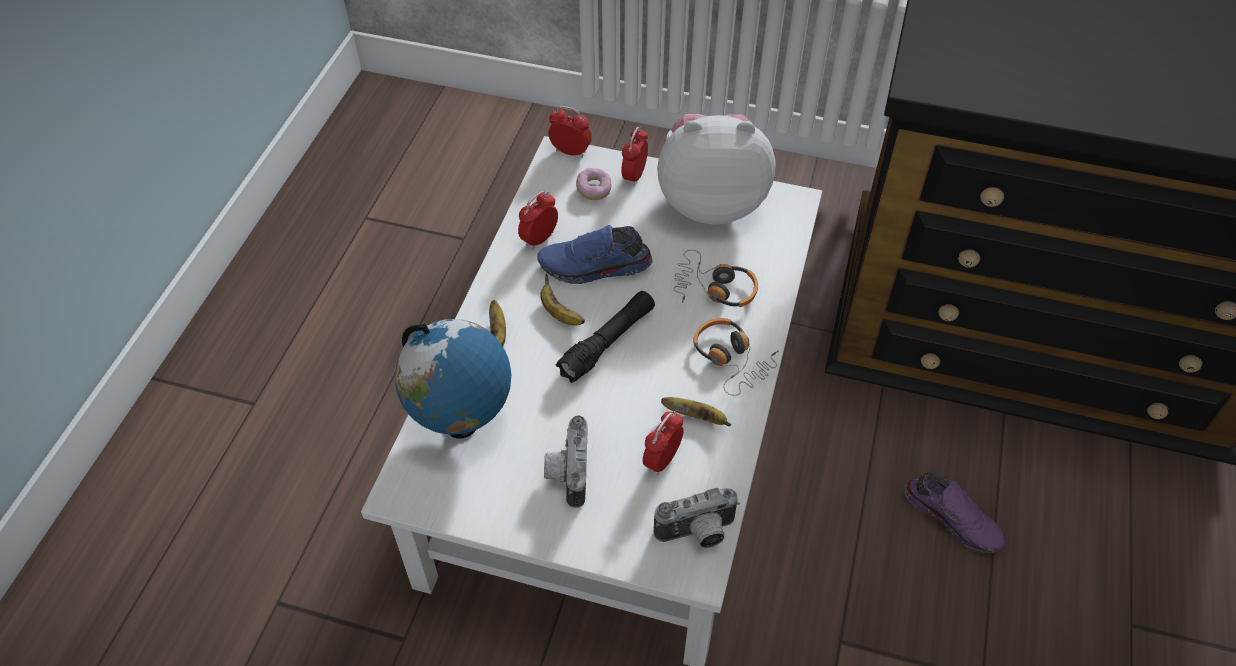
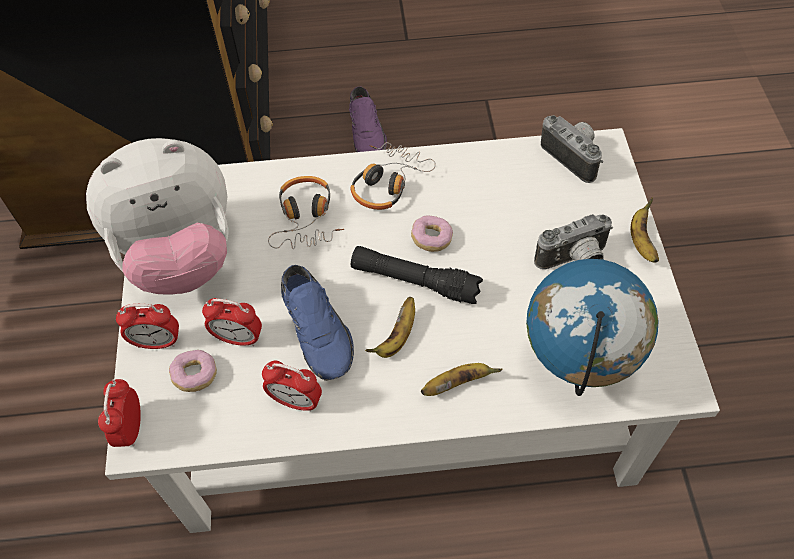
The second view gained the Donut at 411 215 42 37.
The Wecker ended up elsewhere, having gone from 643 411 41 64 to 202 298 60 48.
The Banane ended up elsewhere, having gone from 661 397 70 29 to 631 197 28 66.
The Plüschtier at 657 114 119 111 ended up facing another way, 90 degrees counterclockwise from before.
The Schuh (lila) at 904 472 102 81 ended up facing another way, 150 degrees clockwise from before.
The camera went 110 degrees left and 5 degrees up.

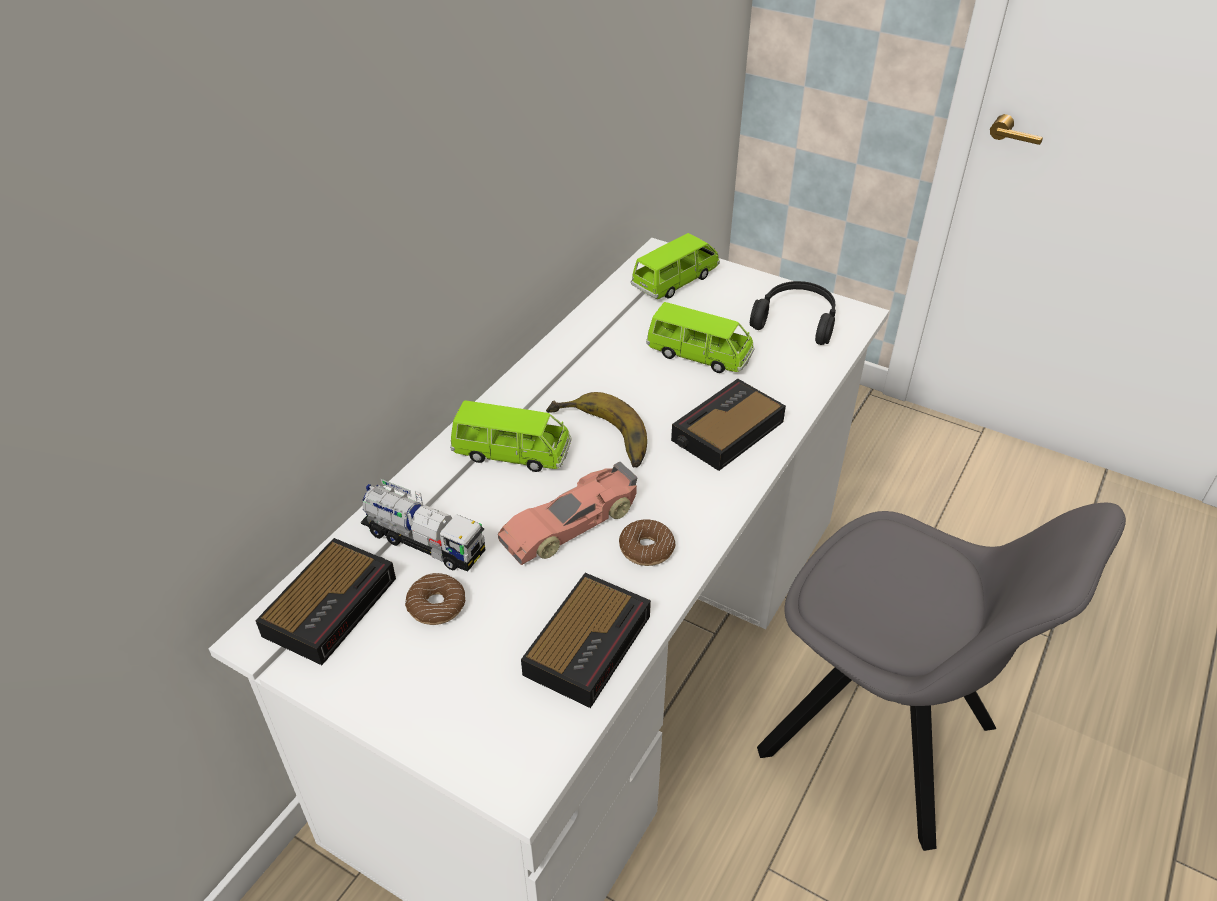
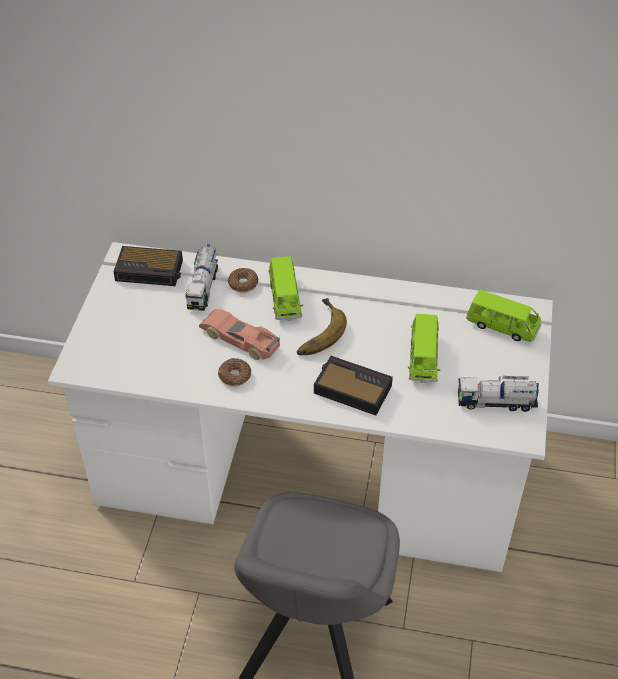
The second view lost the Wecker at 521 573 130 135.
The Donut ended up elsewhere, having gone from 405 573 60 52 to 228 268 31 25.
Where the Kopfhörer (schwarz) stood at 750 281 86 64, the Spielzeuglaster came to stand at 458 376 81 36.
The camera went 70 degrees right and 5 degrees up.

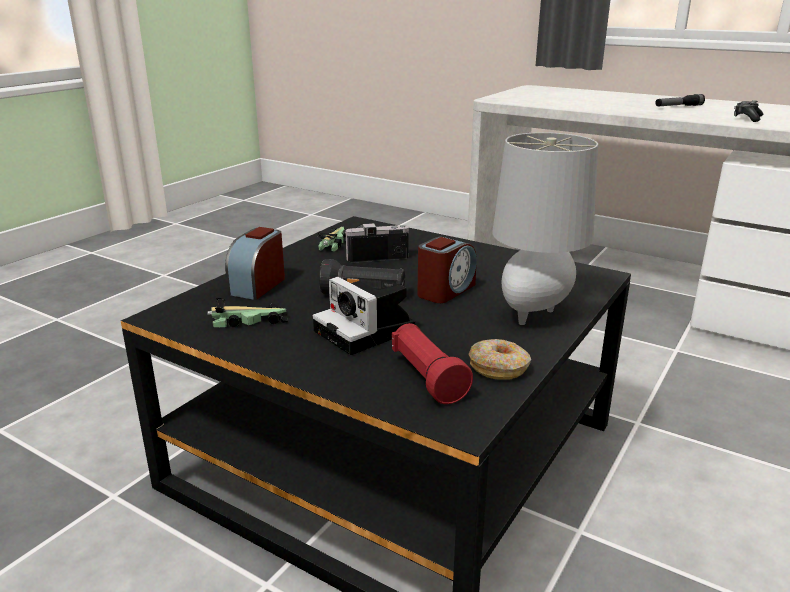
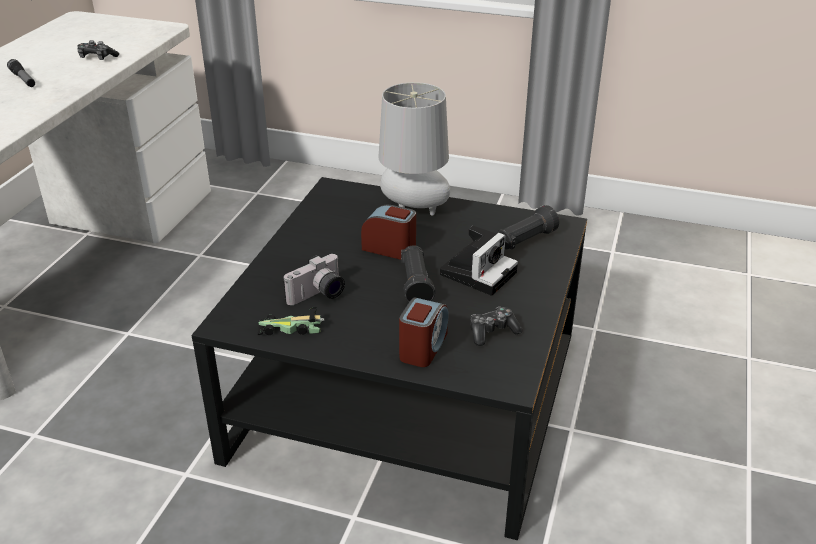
The second view lost the Donut at 468 339 63 41.
Where the Spielzeugauto stood at 207 298 81 29, the Gamepad came to stand at 470 307 53 39.
What was the Taschenlampe (rot) at 392 323 81 81 turned into the Taschenlampe (schwarz) at 497 205 62 45.
The Wecker at 225 227 60 73 ended up facing another way, 75 degrees counterclockwise from before.
The Kamera at 344 223 65 40 ended up facing another way, 105 degrees counterclockwise from before.
The camera went 105 degrees left and 10 degrees up.

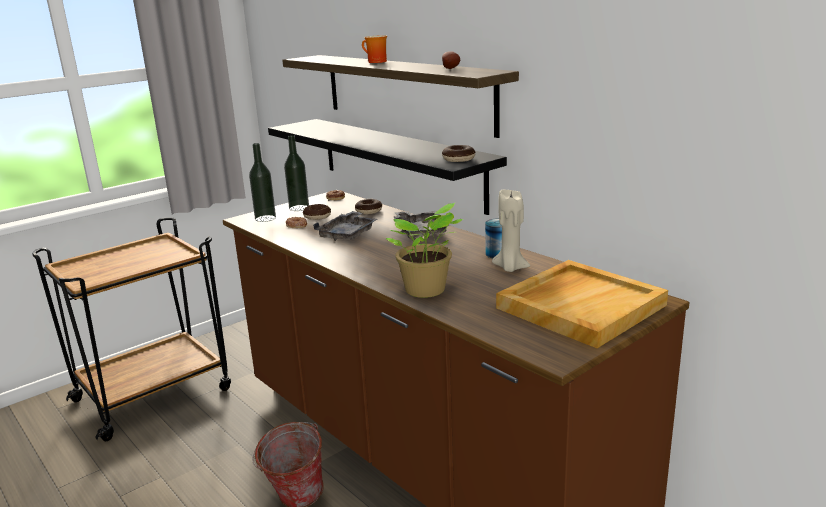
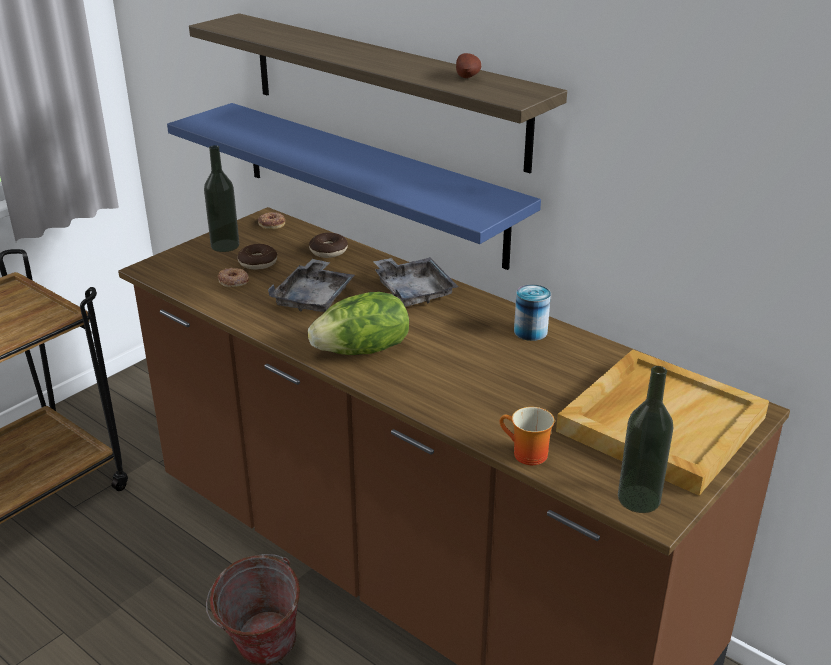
The second view lost the Topfpflanze at 385 202 78 96.
The second view lost the Donut at 442 145 33 17.
The second view lost the Kerze (beige) at 492 189 38 83.
The second view gained the Salatkopf at 308 292 101 63.
The Flasche ended up elsewhere, having gone from 249 143 27 79 to 618 366 55 147.
The Henkelbecher ended up elsewhere, having gone from 362 35 25 28 to 500 407 55 58.
What was the Wandregal (schwarz) at 268 119 239 96 turned into the Wandregal (blau) at 167 103 374 167.
The camera went 10 degrees left and 10 degrees up.

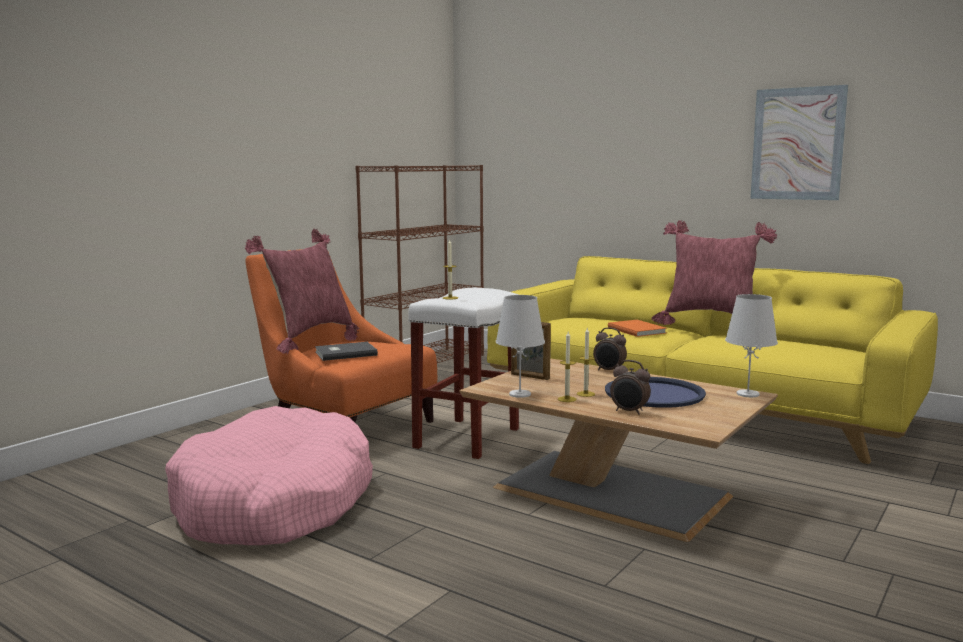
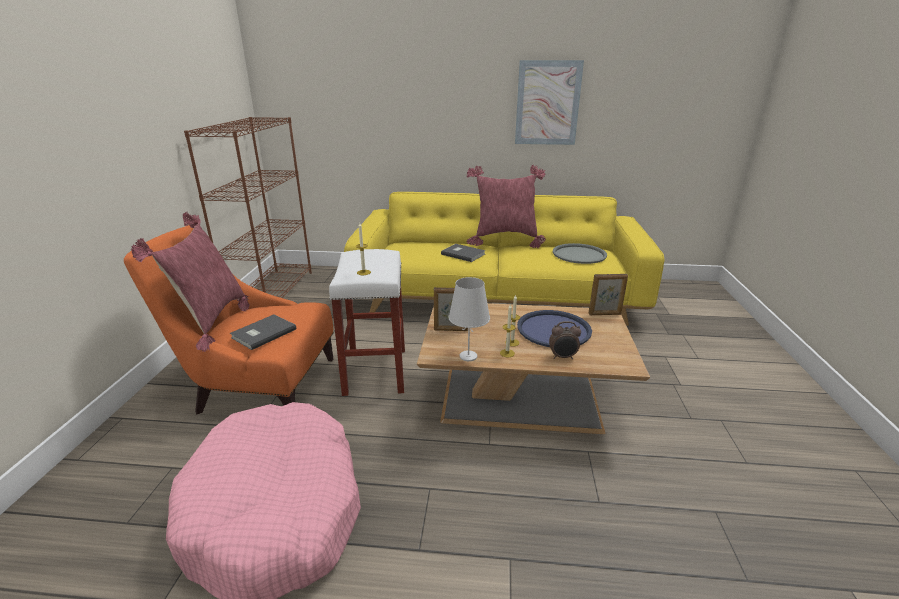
The second view lost the Wecker at 593 327 34 43.
The second view gained the Tablett (grau) at 553 243 54 21.
Where the Tischlampe (weiß) stood at 725 294 53 103, the Bilderrahmen came to stand at 588 274 40 41.
What was the Buch (orange) at 608 320 59 17 turned into the Buch (grau) at 441 244 45 18.
The camera went 30 degrees left and 15 degrees up.

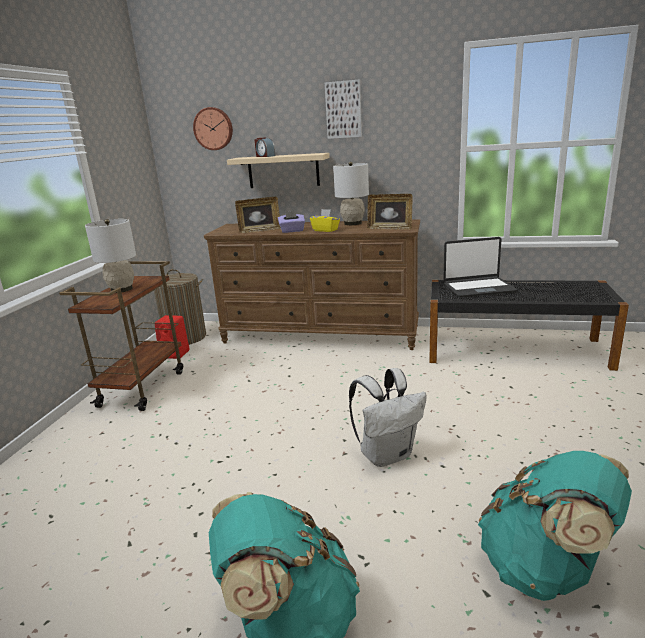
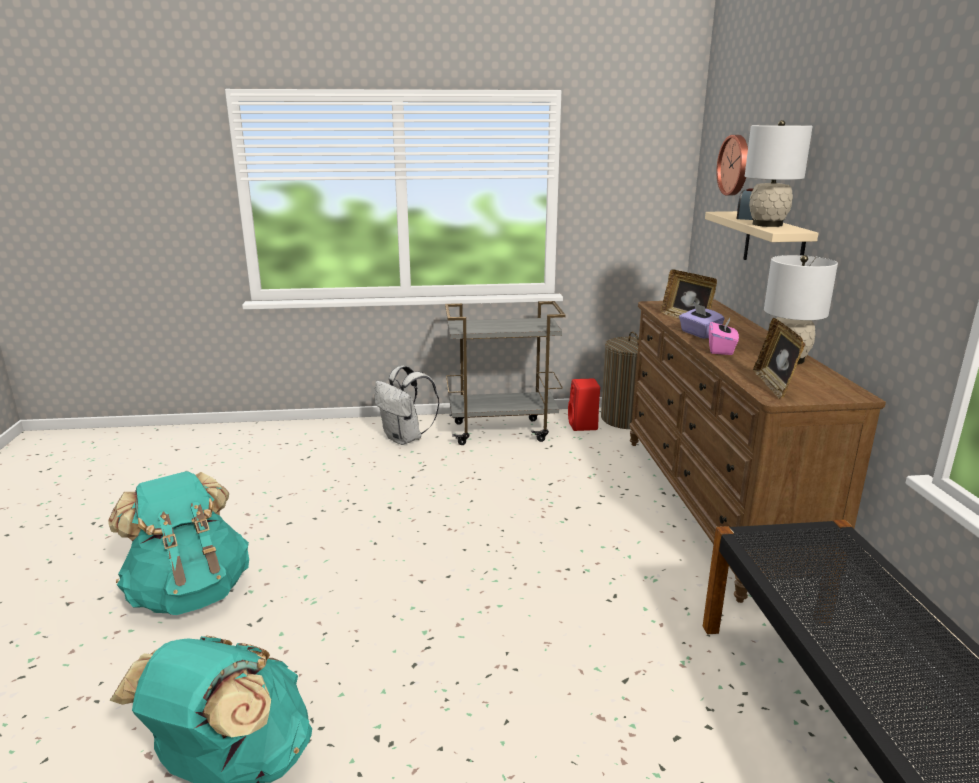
The second view lost the Bild at 325 80 37 59.
The second view lost the Laptop at 443 237 74 61.
The Tischlampe (weiß) ended up elsewhere, having gone from 85 219 51 74 to 745 120 68 107.
The Rucksack (weiß) ended up elsewhere, having gone from 349 368 78 99 to 374 366 65 79.
What was the Rollwagen (braun) at 59 261 124 150 turned into the Rollwagen (grau) at 445 301 121 144.
What was the Taschentuchbox (gelb) at 310 209 30 23 turned into the Taschentuchbox (rosa) at 709 317 30 38.
The camera went 70 degrees right and 0 degrees up.

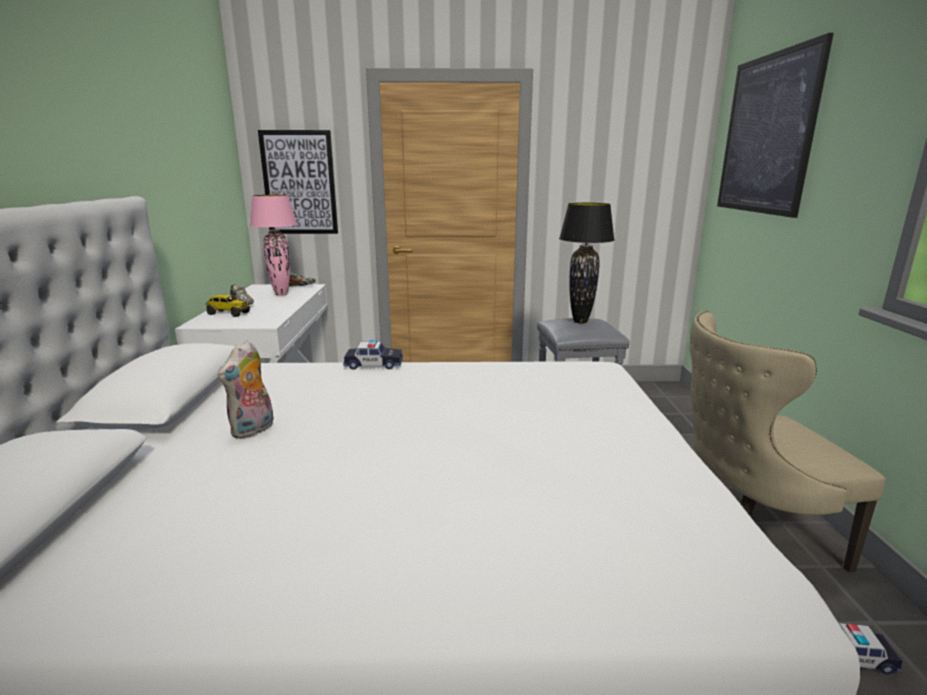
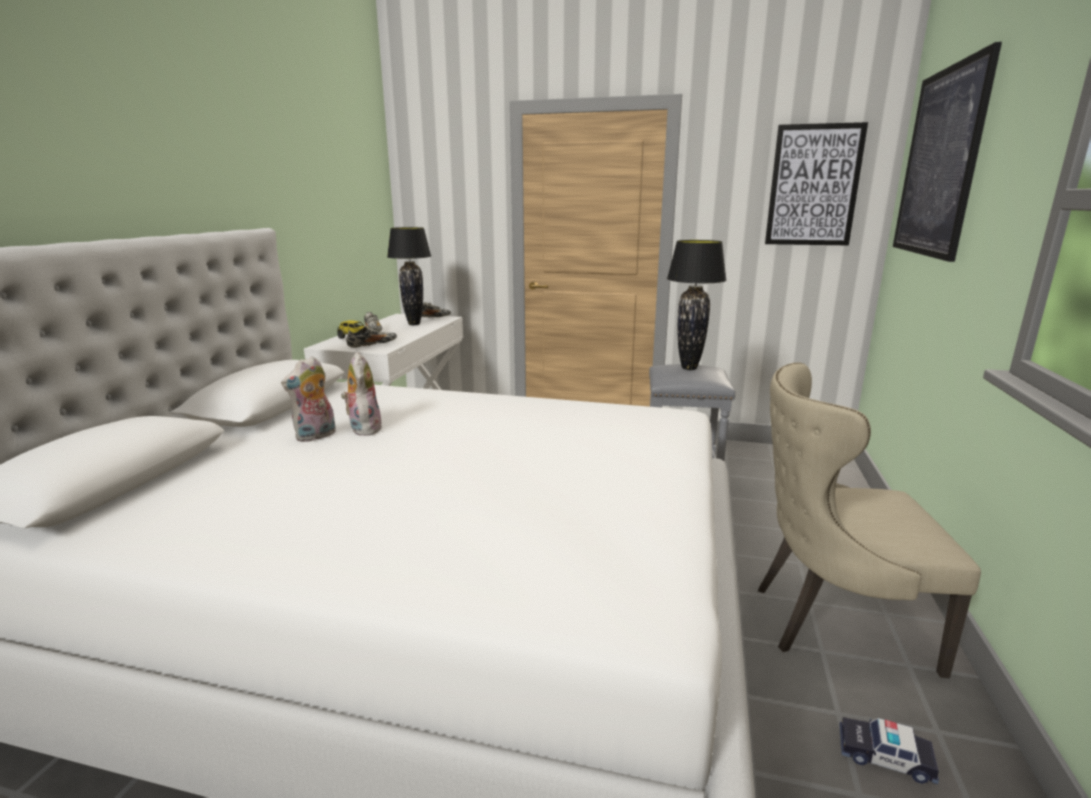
The second view lost the Spielzeugauto at 343 340 60 29.
The second view gained the Plüschtier at 341 352 41 84.
The second view gained the Schuh at 346 327 51 21.
The Bild ended up elsewhere, having gone from 258 130 80 104 to 765 122 103 124.
What was the Tischlampe (rosa) at 250 195 47 101 turned into the Tischlampe (schwarz) at 387 227 44 98.
The camera went 15 degrees right and 0 degrees up.

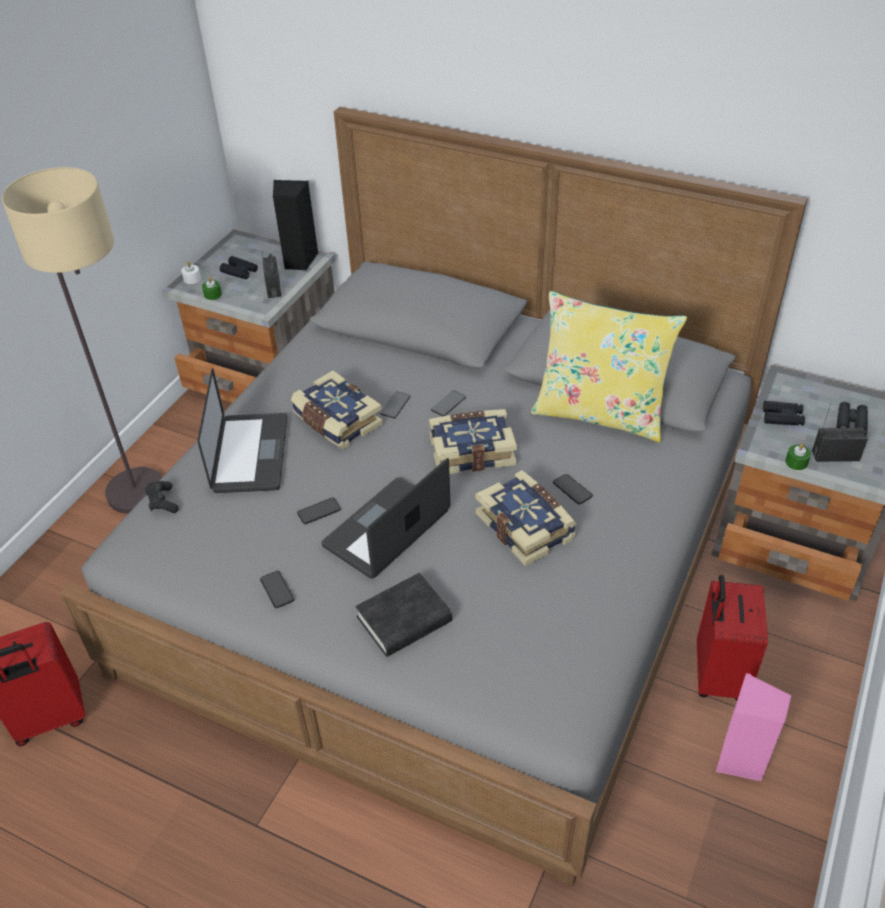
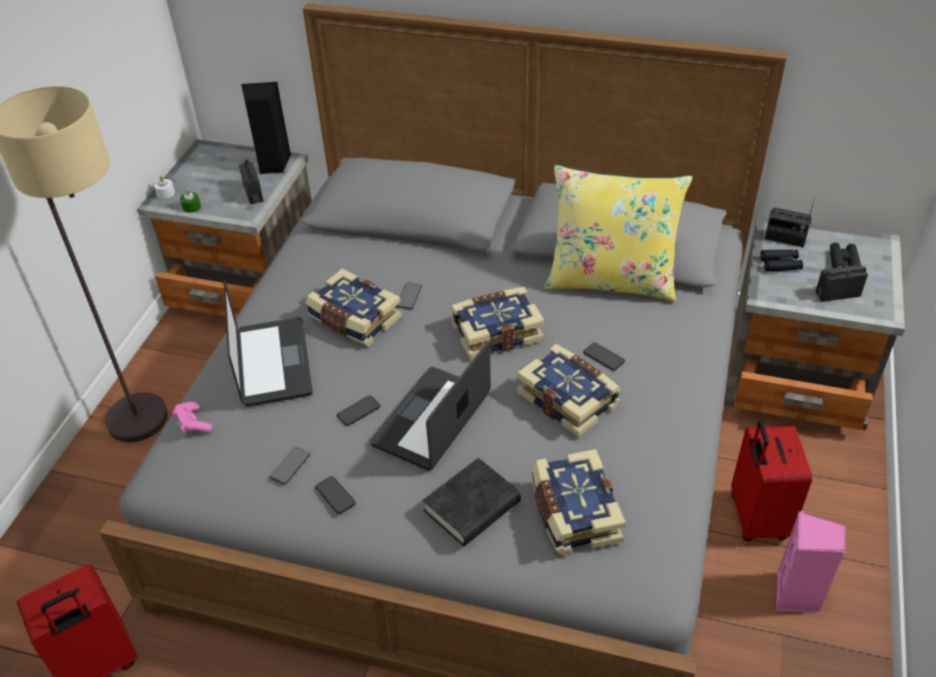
The second view lost the Fernglas (schwarz) at 220 256 38 23.
The second view lost the Kerze (grün) at 785 443 26 27.
The second view gained the Buch at 531 449 95 106.
The second view gained the Radio at 764 198 51 50.
The Handy ended up elsewhere, having gone from 431 390 35 26 to 270 447 41 38.
What was the Gamepad (schwarz) at 145 481 34 32 turned into the Gamepad (rosa) at 173 401 39 33.
The camera went 10 degrees left and 0 degrees up.

